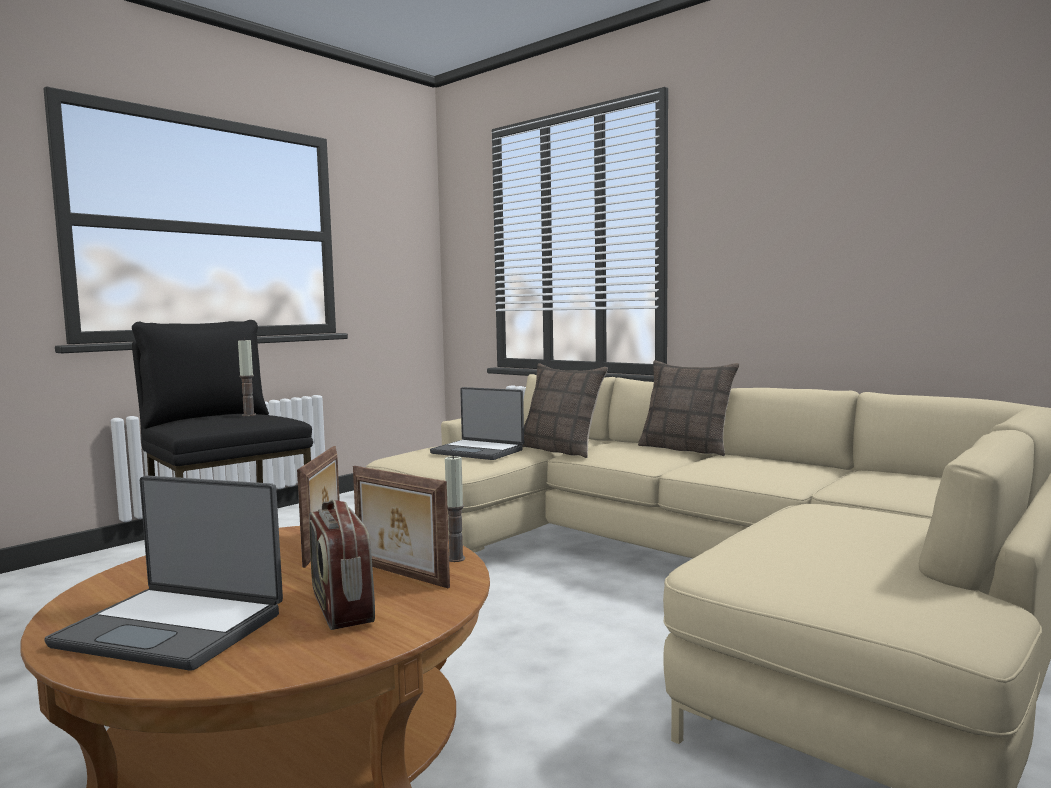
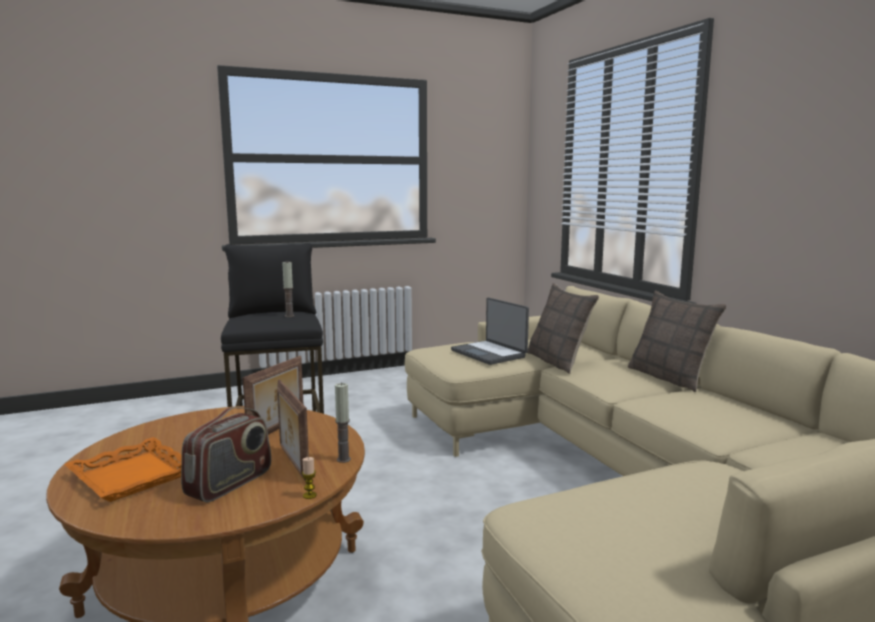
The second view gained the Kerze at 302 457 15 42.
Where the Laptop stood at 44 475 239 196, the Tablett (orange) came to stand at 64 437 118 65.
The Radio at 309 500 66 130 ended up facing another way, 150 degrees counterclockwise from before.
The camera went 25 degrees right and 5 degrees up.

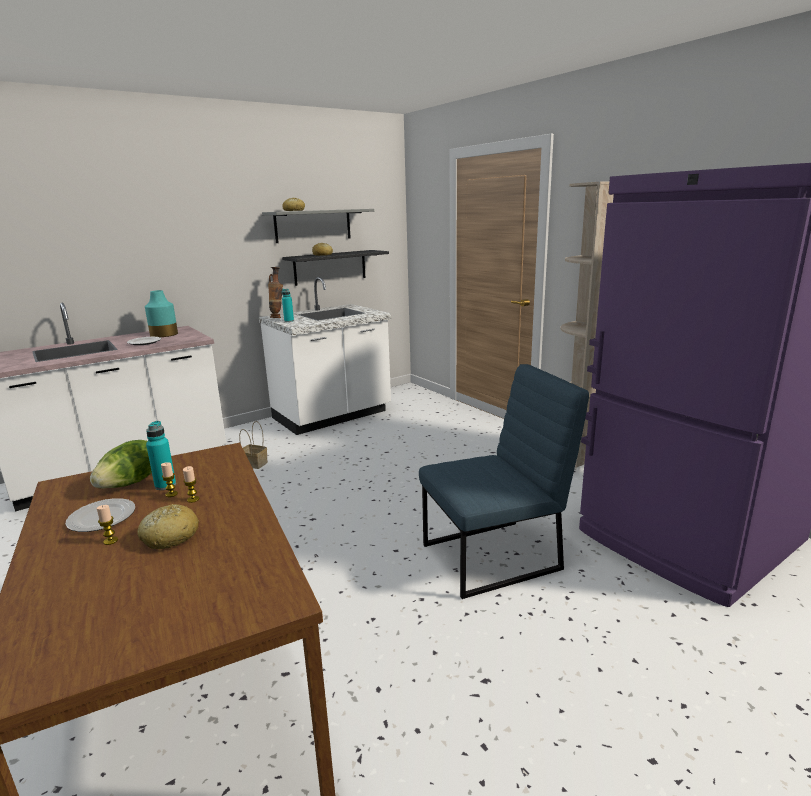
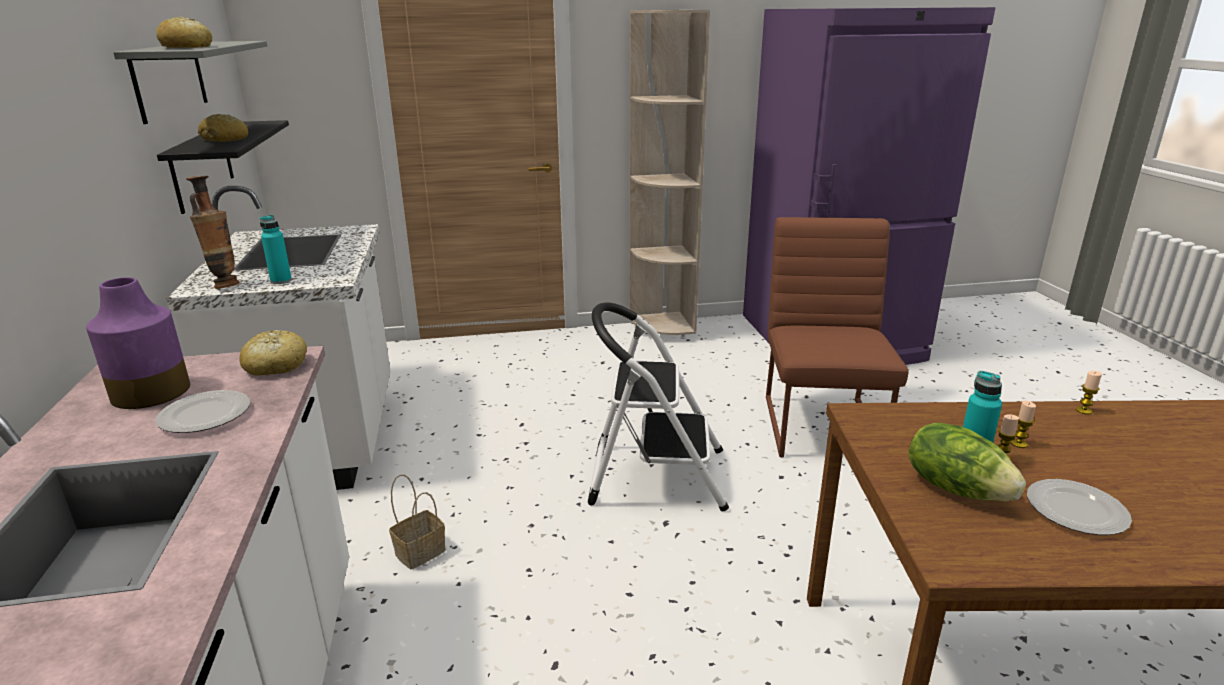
The second view gained the Trittleiter at 588 302 141 209.
The Kerze ended up elsewhere, having gone from 97 505 21 40 to 1076 371 26 44.
The Brot ended up elsewhere, having gone from 137 504 62 45 to 239 330 68 46.
What was the Vase (türkis) at 145 290 33 47 turned into the Vase (lila) at 86 277 104 132.
What was the Stuhl (blau) at 419 364 170 235 turned into the Stuhl (braun) at 766 217 142 240.
The camera went 65 degrees left and 5 degrees up.

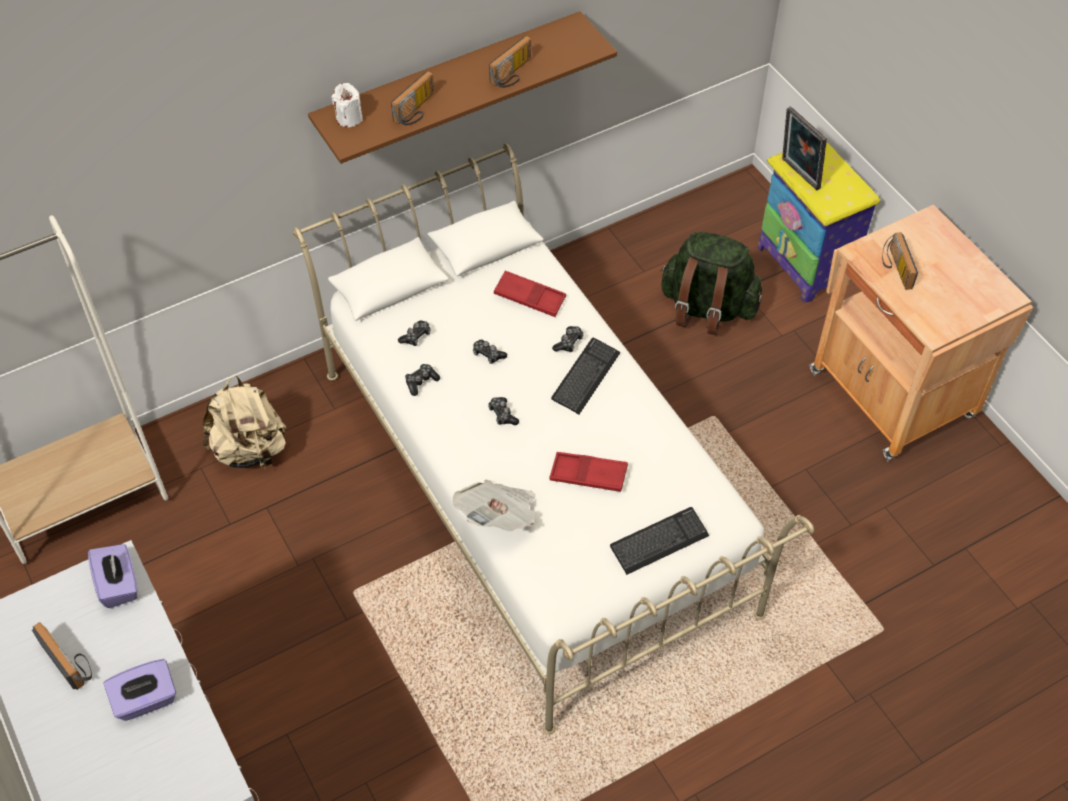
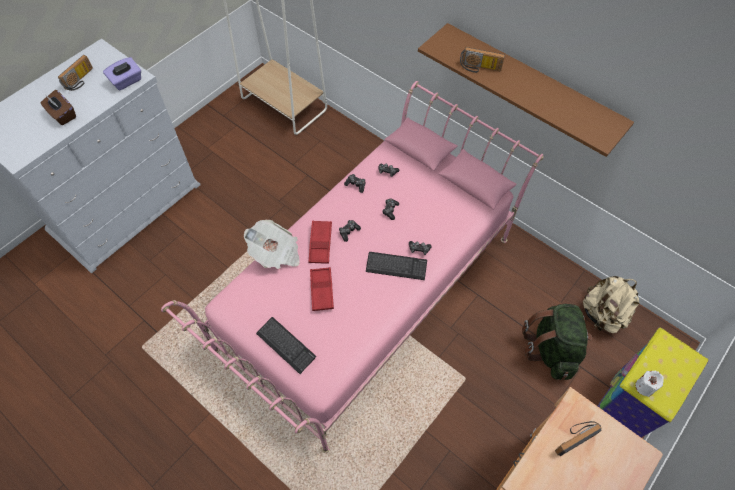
The second view lost the Radio at 489 36 42 52.
The second view lost the Bilderrahmen at 782 106 45 84.
The Rucksack (beige) ended up elsewhere, having gone from 202 375 84 94 to 583 276 57 57.
The Kerze (weiß) ended up elsewhere, having gone from 331 83 32 45 to 635 371 29 26.
The Tablett (rot) ended up elsewhere, having gone from 494 270 72 47 to 308 221 24 43.
What was the Taschentuchbox (lila) at 103 659 73 62 turned into the Taschentuchbox (braun) at 40 90 36 35.
What was the Bett (weiß) at 293 143 521 591 turned into the Bett (rosa) at 161 81 383 372.
The camera went 70 degrees right and 5 degrees up.

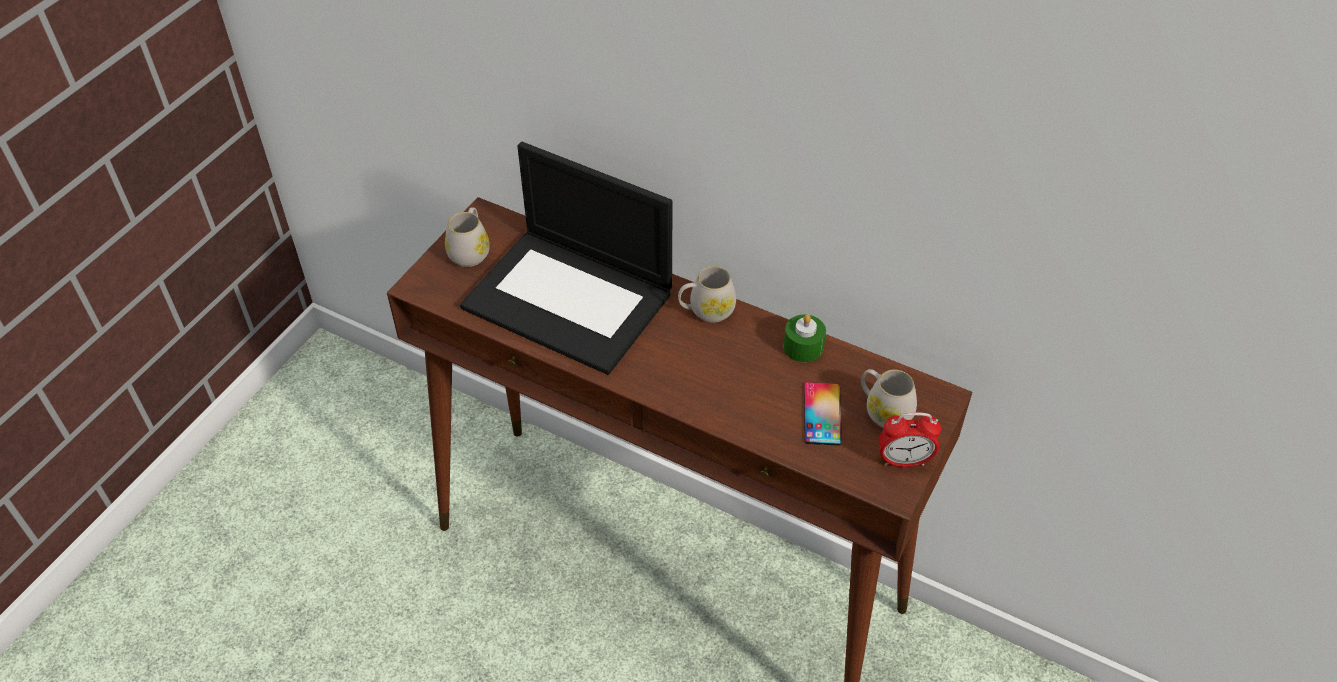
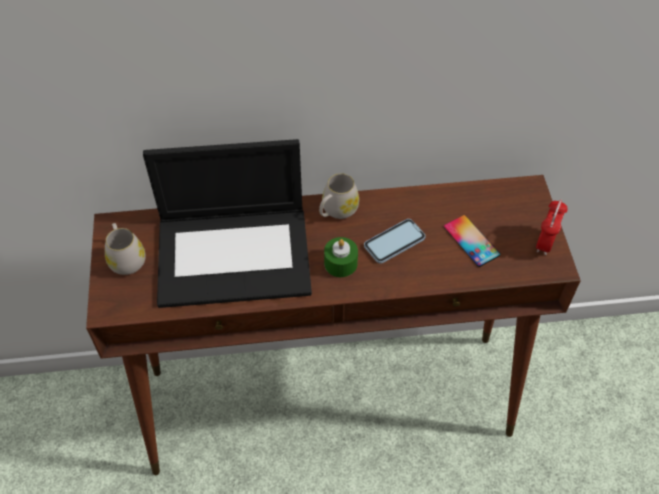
The second view lost the Henkelbecher (weiß) at 861 369 56 59.
The second view gained the Handy at 364 219 62 45.
The Kerze (grün) ended up elsewhere, having gone from 784 314 42 48 to 324 237 34 40.
The Wecker at 879 412 62 55 ended up facing another way, 150 degrees clockwise from before.
The camera went 35 degrees left and 5 degrees up.

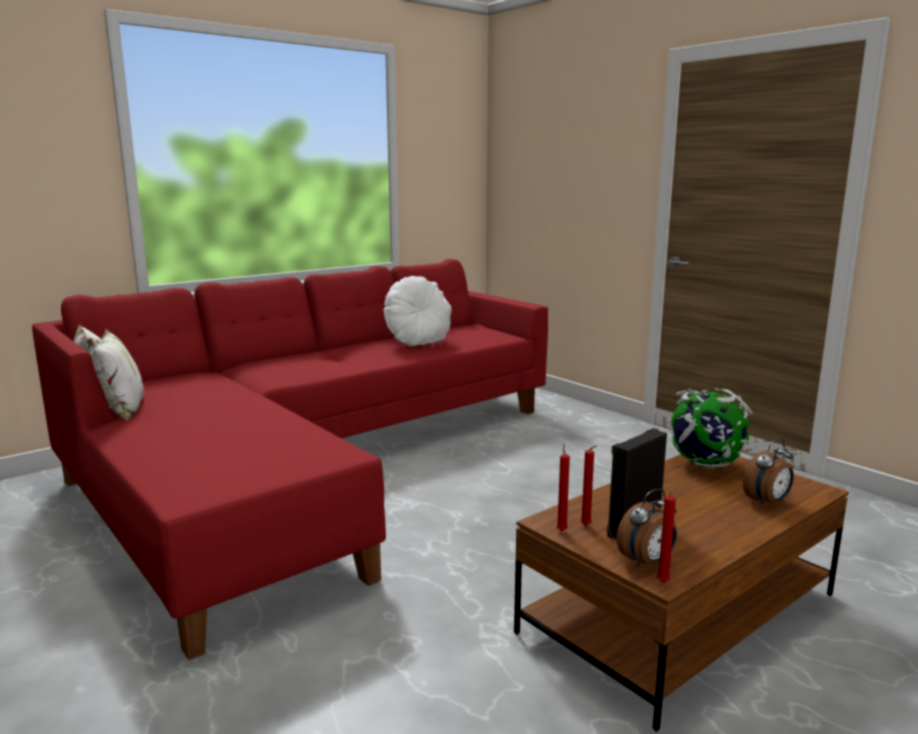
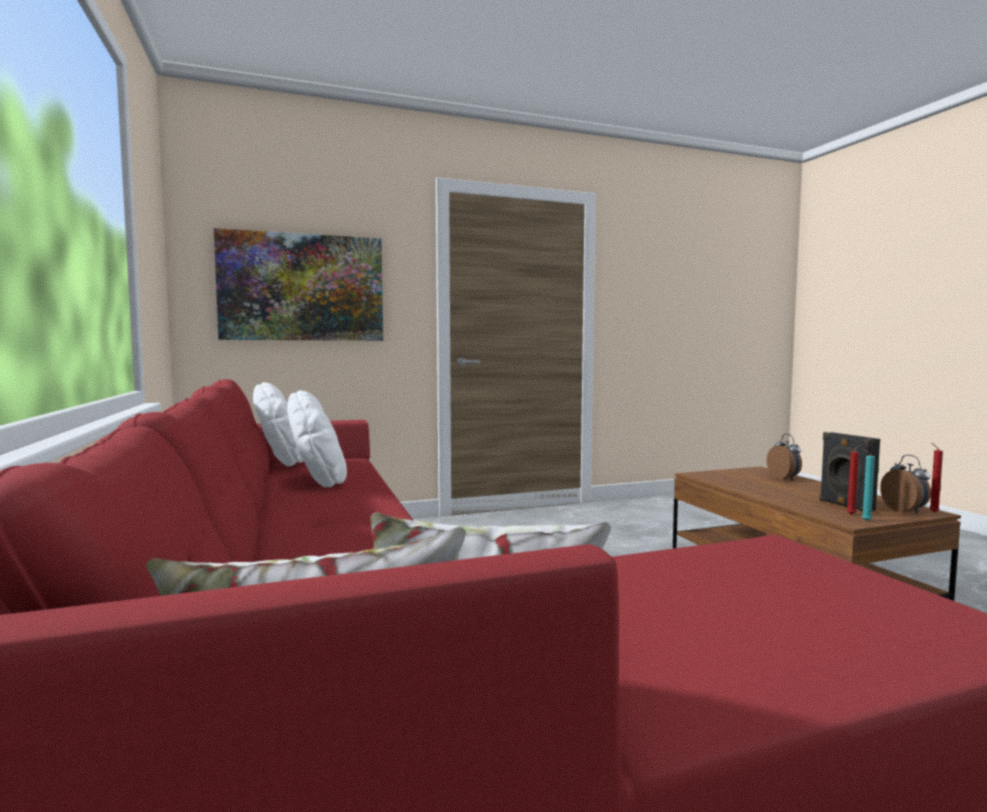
The second view lost the Globus at 668 388 84 81.
The second view gained the Bild at 214 228 169 113.
The second view gained the Kissen (weiß) at 253 382 50 85.
What was the Kerze (rot) at 556 444 14 87 turned into the Kerze (türkis) at 862 449 13 72.
The camera went 70 degrees left and 10 degrees down.

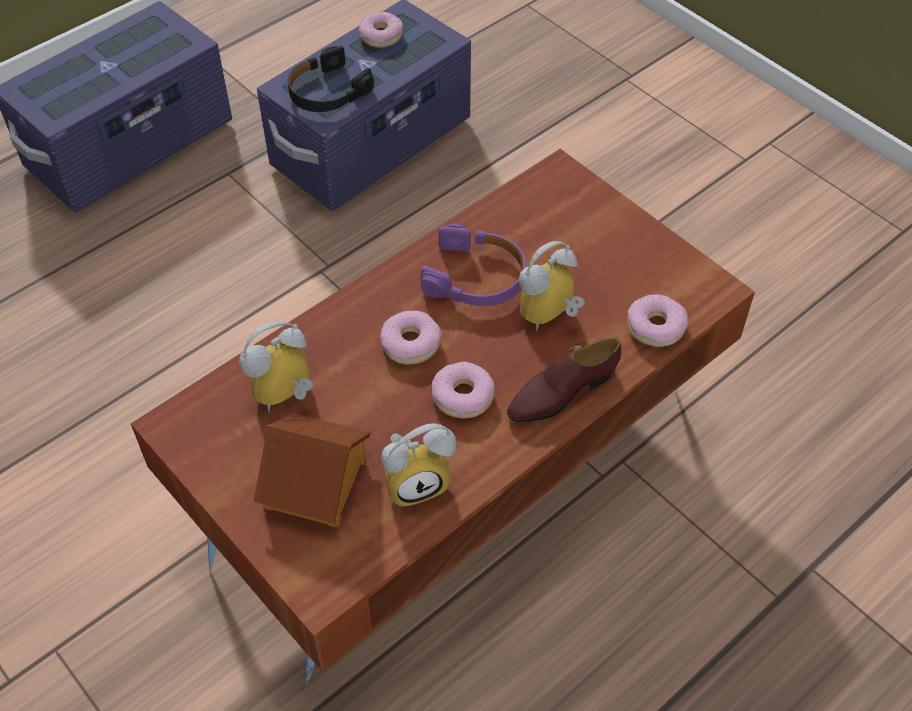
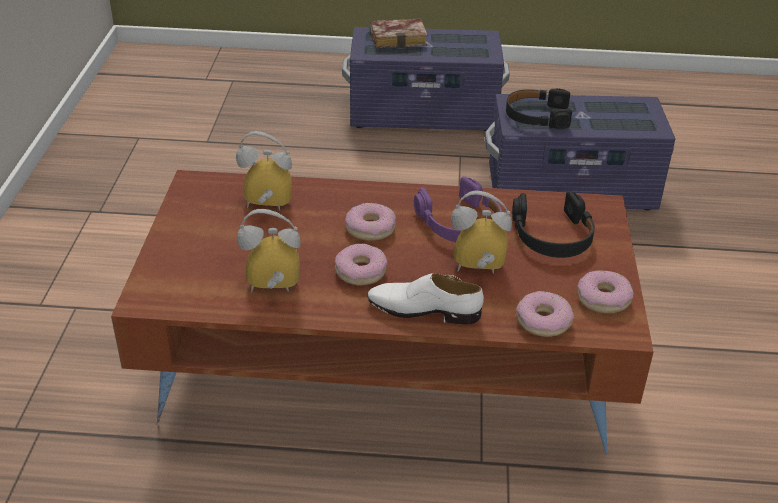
The second view lost the Spielzeughaus at 254 413 117 114.
The second view gained the Buch at 370 19 57 30.
The second view gained the Kopfhörer (schwarz) at 512 191 83 67.
The Donut ended up elsewhere, having gone from 359 12 44 36 to 577 270 56 44.
What was the Schuh (braun) at 507 338 114 84 turned into the Schuh (weiß) at 367 273 117 52.
The Wecker at 381 423 76 84 ended up facing another way, 150 degrees clockwise from before.
The camera went 45 degrees right and 15 degrees down.

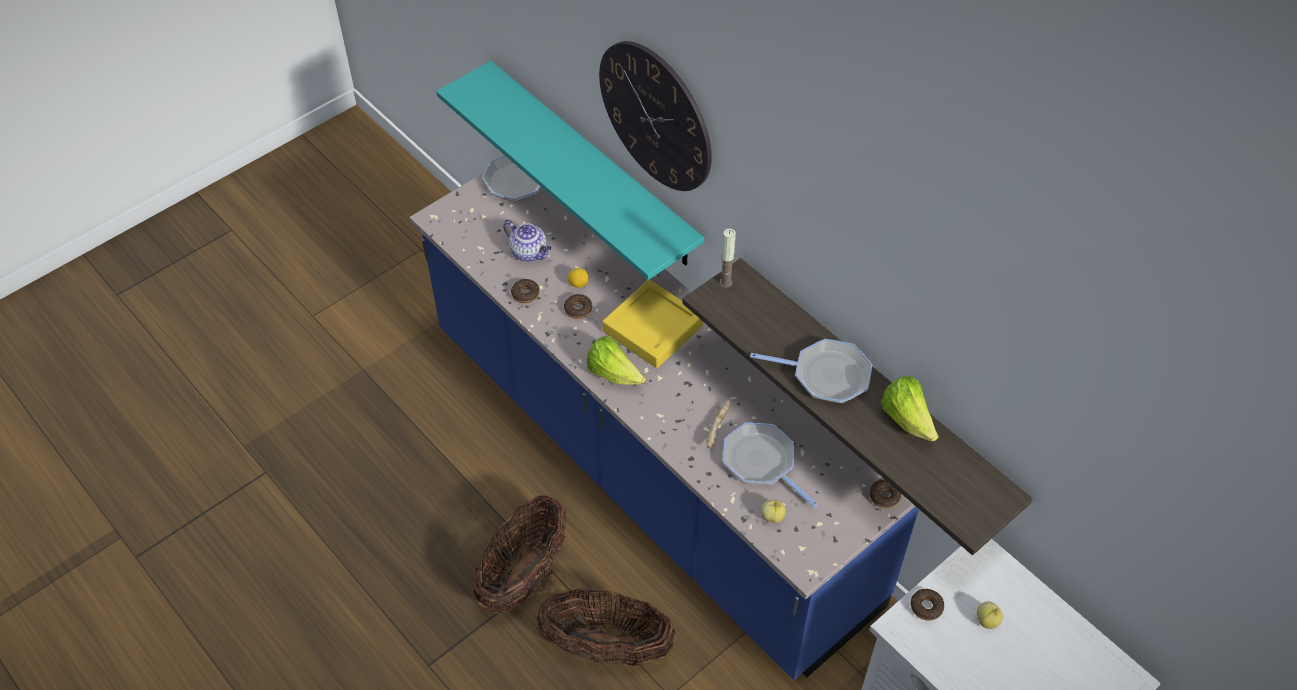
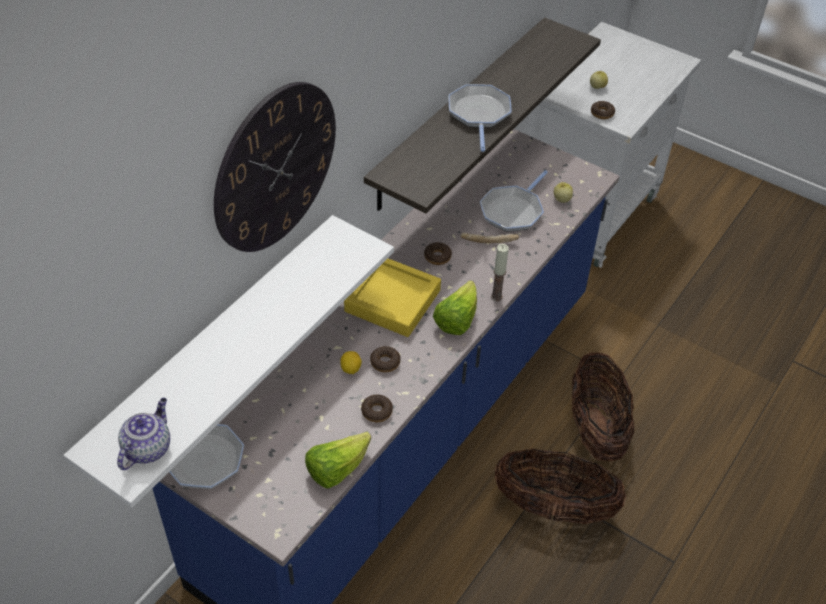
The Teekanne ended up elsewhere, having gone from 503 221 49 41 to 117 398 53 72.
The Kerze ended up elsewhere, having gone from 720 229 16 59 to 491 244 18 57.
The Donut ended up elsewhere, having gone from 869 480 32 28 to 424 242 28 23.
The Salatkopf ended up elsewhere, having gone from 881 376 58 65 to 305 432 66 56.
What was the Wandregal (türkis) at 436 61 268 219 turned into the Wandregal (weiß) at 63 215 331 293.
The camera went 105 degrees left and 5 degrees down.

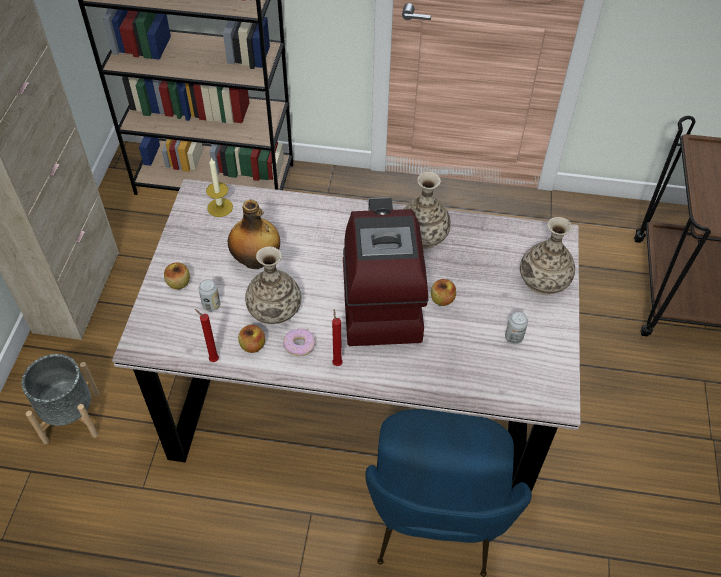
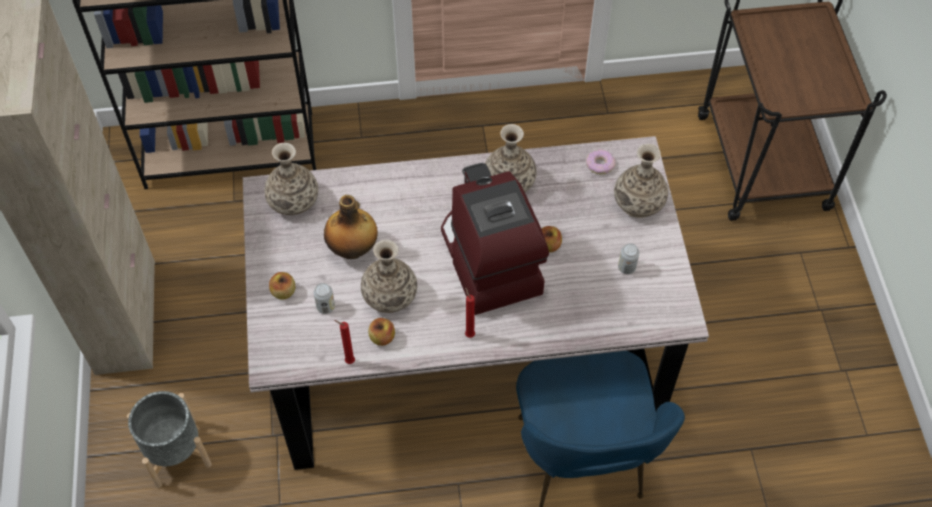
The Donut ended up elsewhere, having gone from 283 328 33 28 to 586 149 30 25.
Where the Kerze stood at 206 157 27 60, the Vase came to stand at 264 143 54 72.
The camera went 15 degrees left and 5 degrees up.

